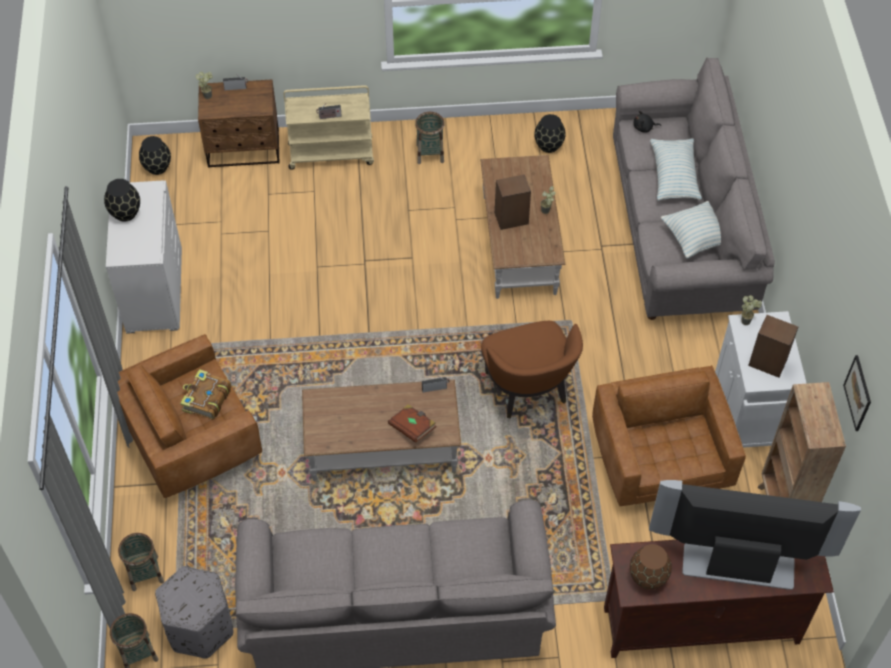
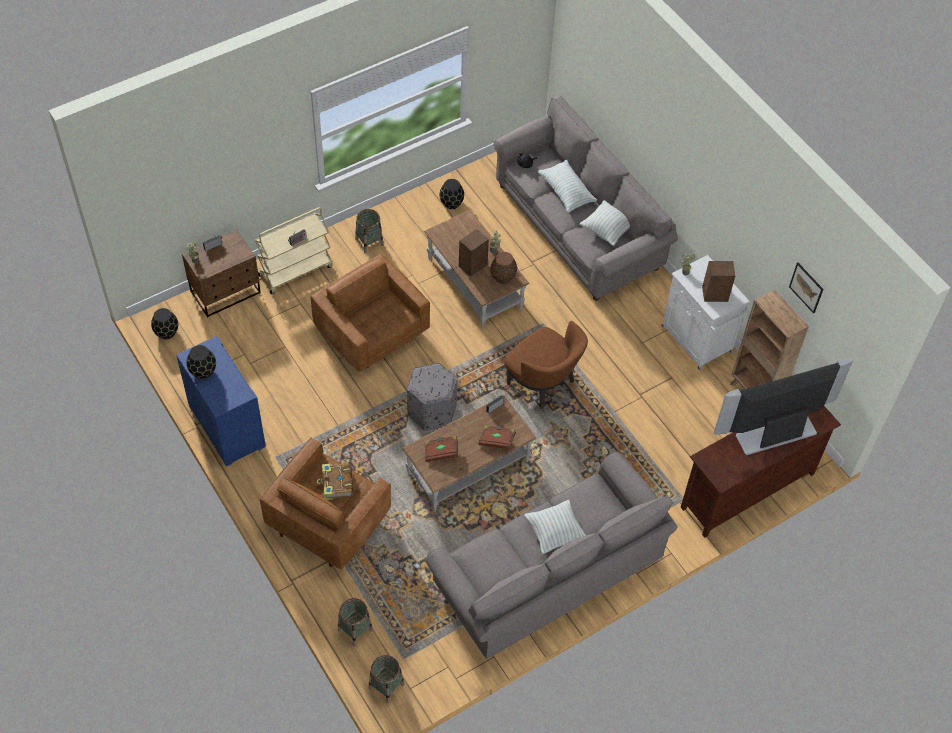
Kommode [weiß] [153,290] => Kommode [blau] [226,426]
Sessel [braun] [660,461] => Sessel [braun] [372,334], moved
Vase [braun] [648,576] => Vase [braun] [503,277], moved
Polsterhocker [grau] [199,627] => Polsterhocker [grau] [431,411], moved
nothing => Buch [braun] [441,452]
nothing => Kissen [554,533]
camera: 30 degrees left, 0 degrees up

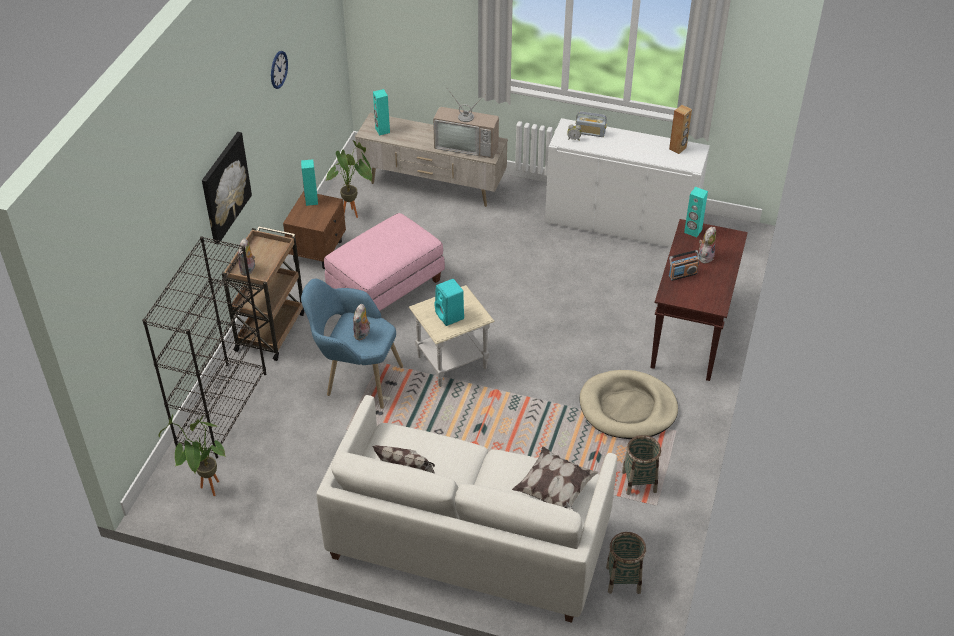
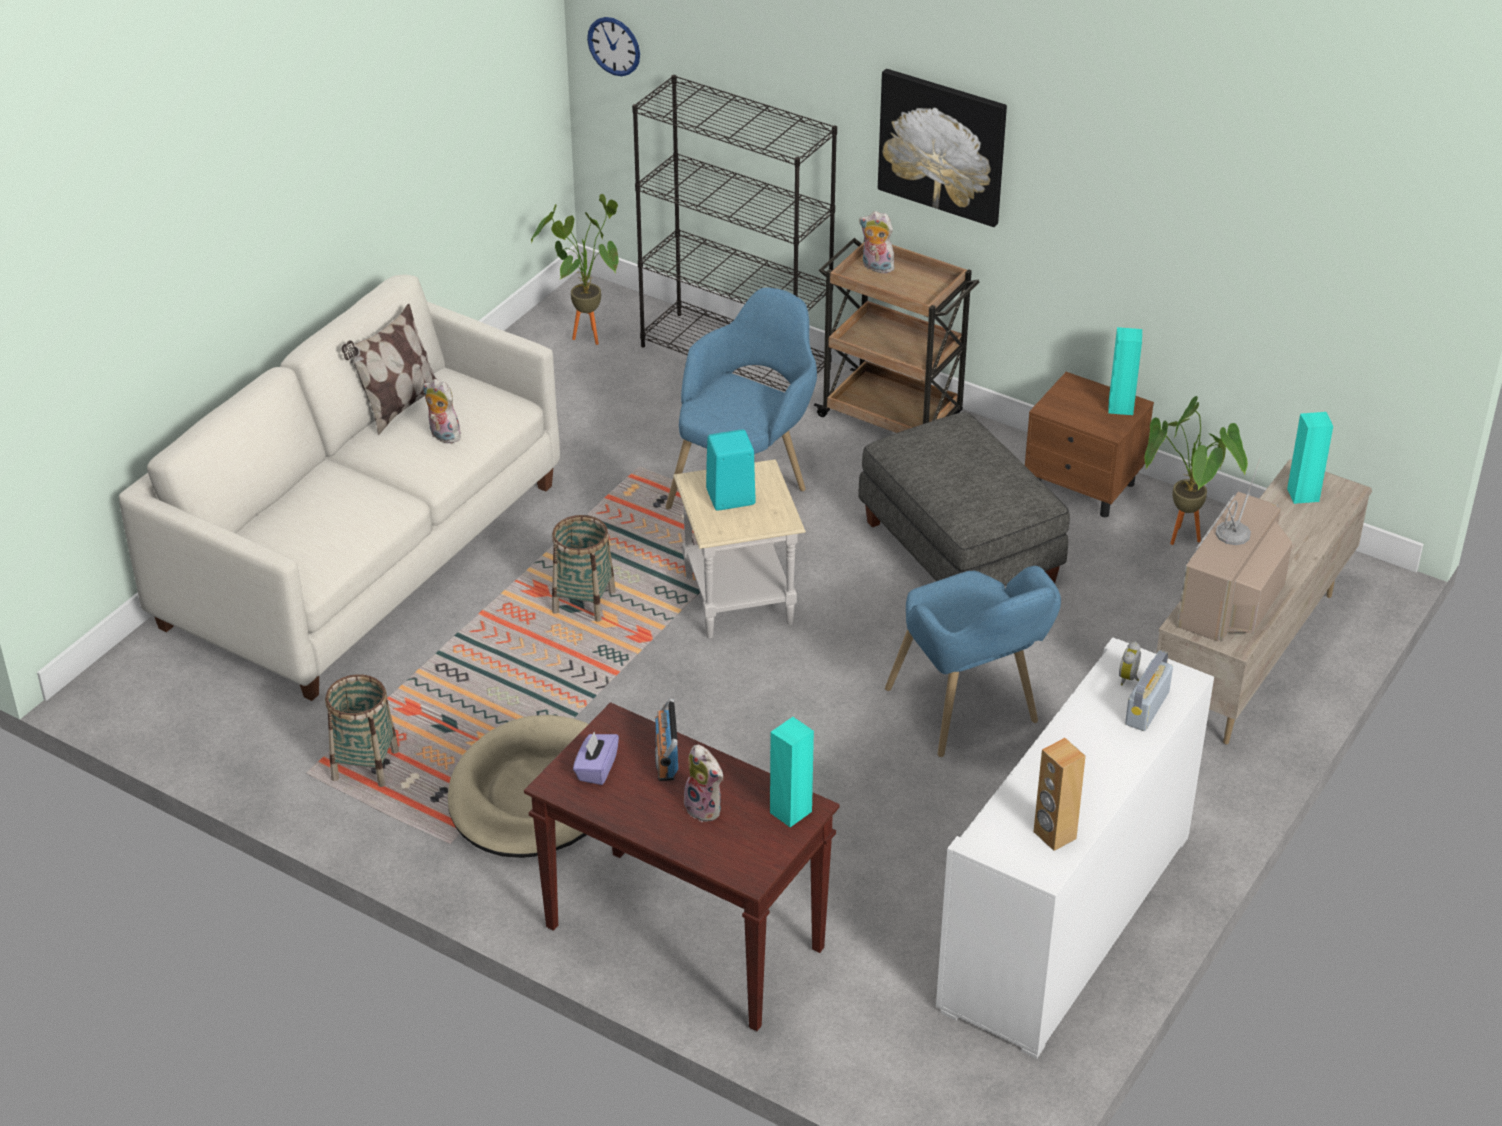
Wanduhr [278,69] => Wanduhr [614,46], moved
Polsterhocker [rosa] [386,286] => Polsterhocker [grau] [961,552]
Plüschtier [362,335] => Plüschtier [442,436], moved
Kissen [554,491] => nothing
Korb [623,579] => Korb [583,602], moved
nothing => Sessel [blau] [971,718]
nothing => Taschentuchbox [lila] [596,769]
camera: 105 degrees right, 5 degrees down

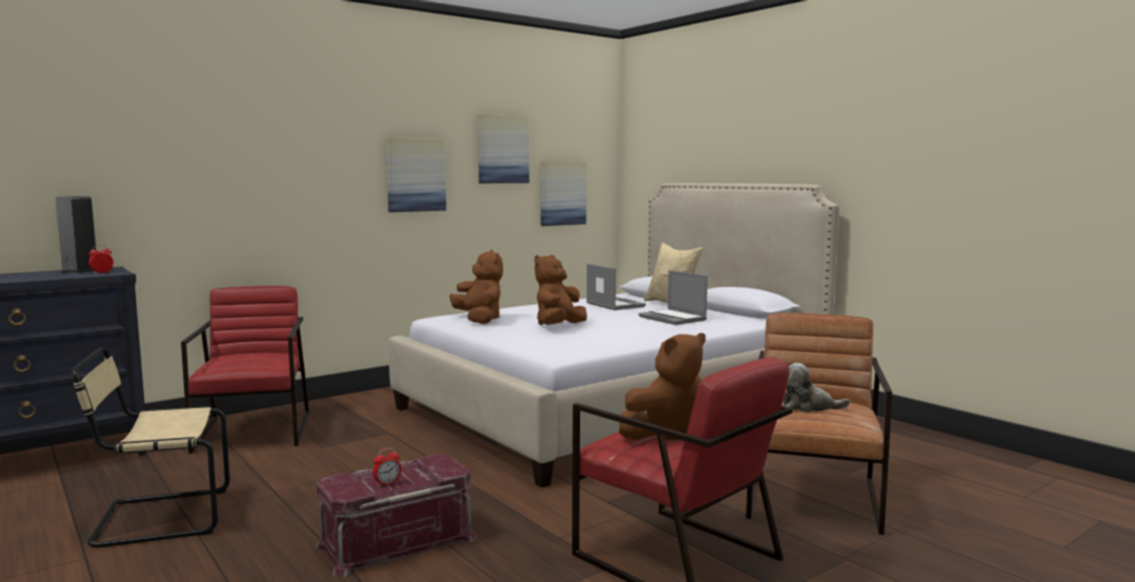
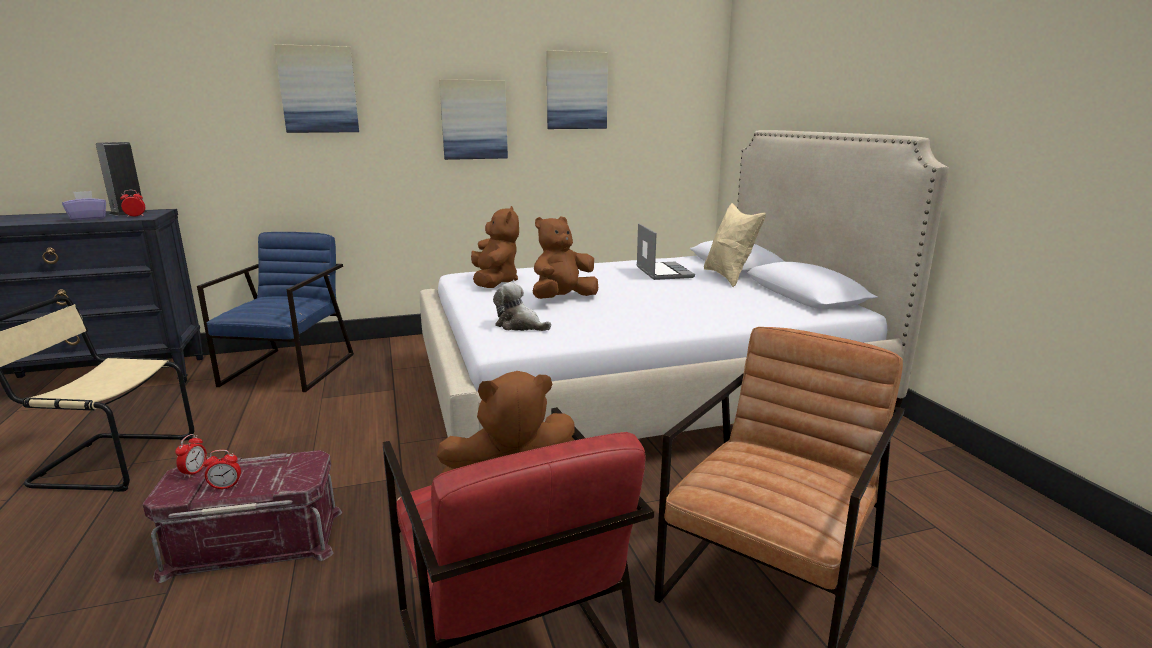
Bild [562,193] => Bild [318,90], moved
Laptop [673,318] => nothing
Sessel [rot] [254,432] => Sessel [blau] [290,369]
Plüschtier [809,407] => Plüschtier [520,326], moved
nothing => Taschentuchbox [lila] [88,218]
nothing => Wecker [194,472]
camera: 20 degrees right, 10 degrees up

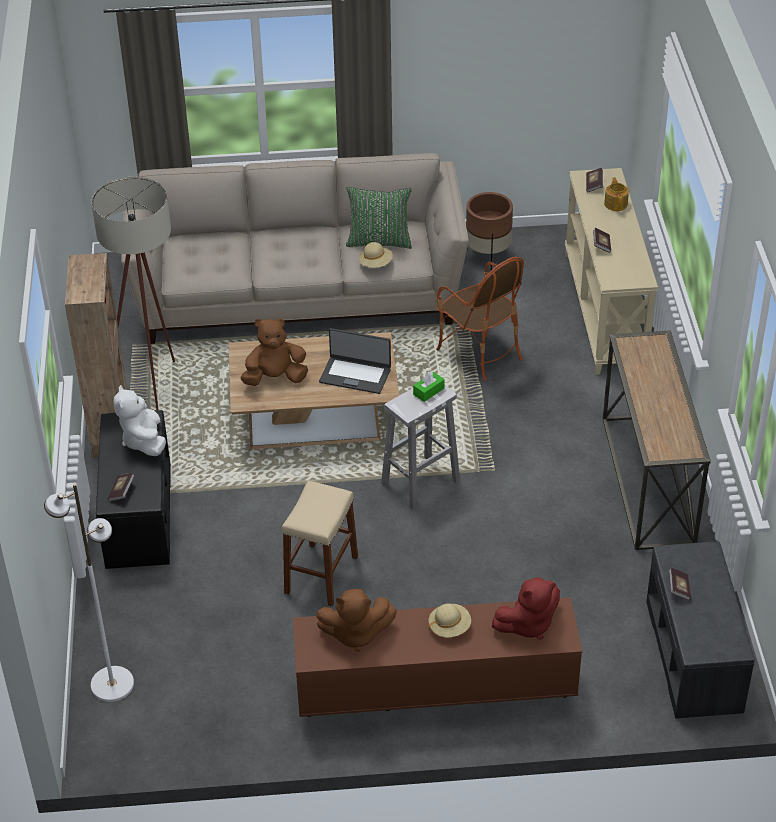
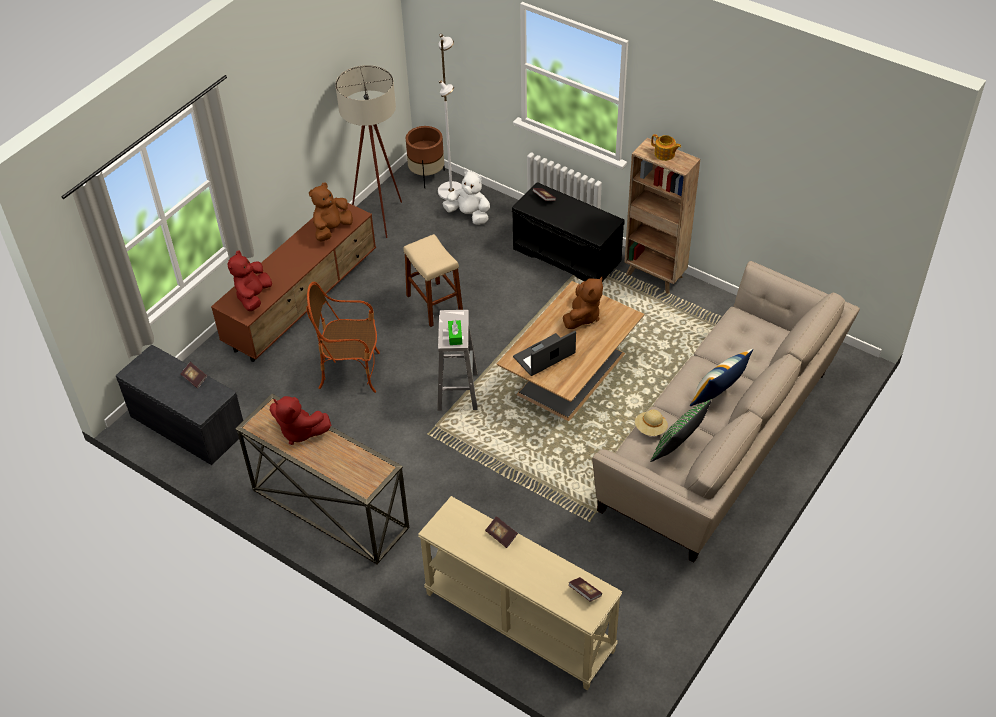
Stehlampe [beige] [153,380] => Stehlampe [beige] [381,221], moved
Teekanne [616,204] => Teekanne [665,154], moved
Pflanzkübel [braun] [488,255] => Pflanzkübel [braun] [426,176], moved
Sessel [479,352] => Sessel [351,372], moved
Plüschtier [weiß] [144,441] => Plüschtier [weiß] [469,215], moved
Hut [beige] [449,627] => nothing
nothing => Kissen [717,396]
nothing => Plüschtier [rot] [299,431]
camera: 130 degrees right, 5 degrees up

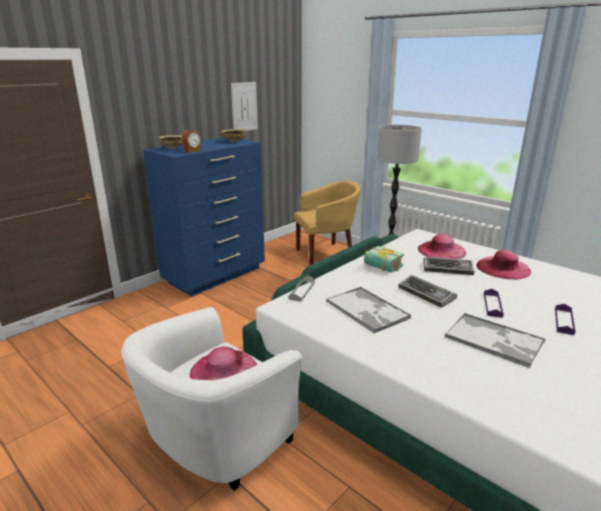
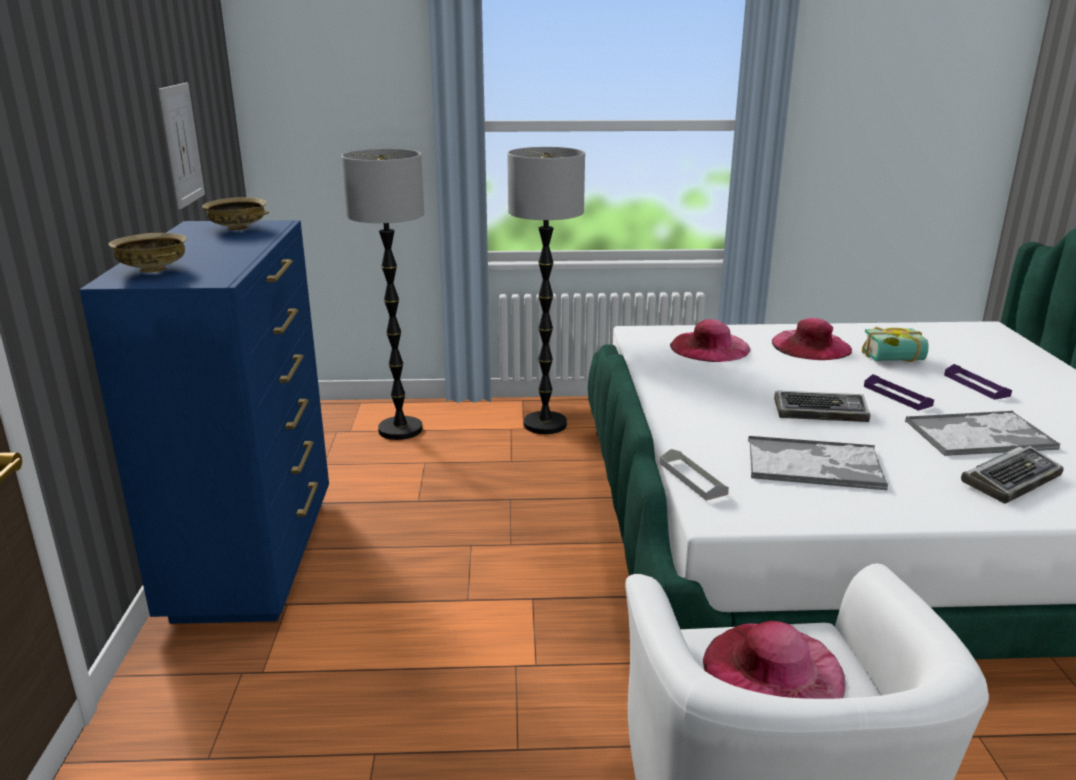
Wecker [192,151] => nothing
Sessel [gelb] [326,254] => Stehlampe [400,430]
Buch [380,268] => Buch [895,360], moved
Tastatur [448,269] => Tastatur [1011,480], moved
camera: 45 degrees left, 0 degrees up

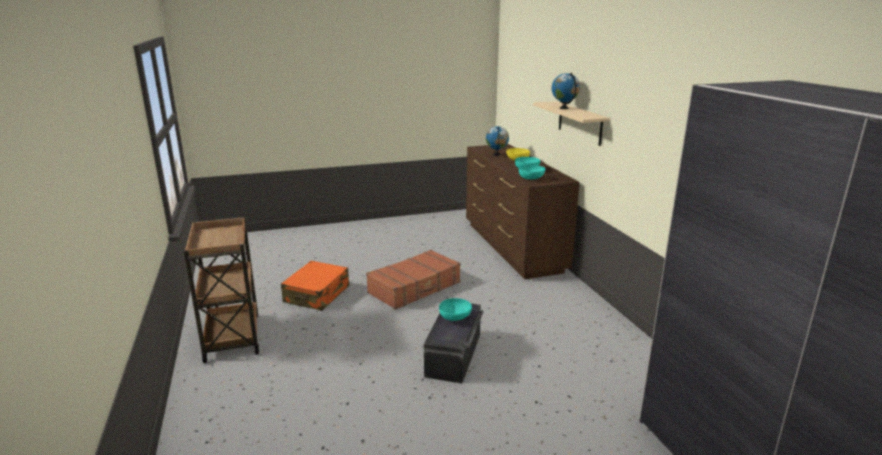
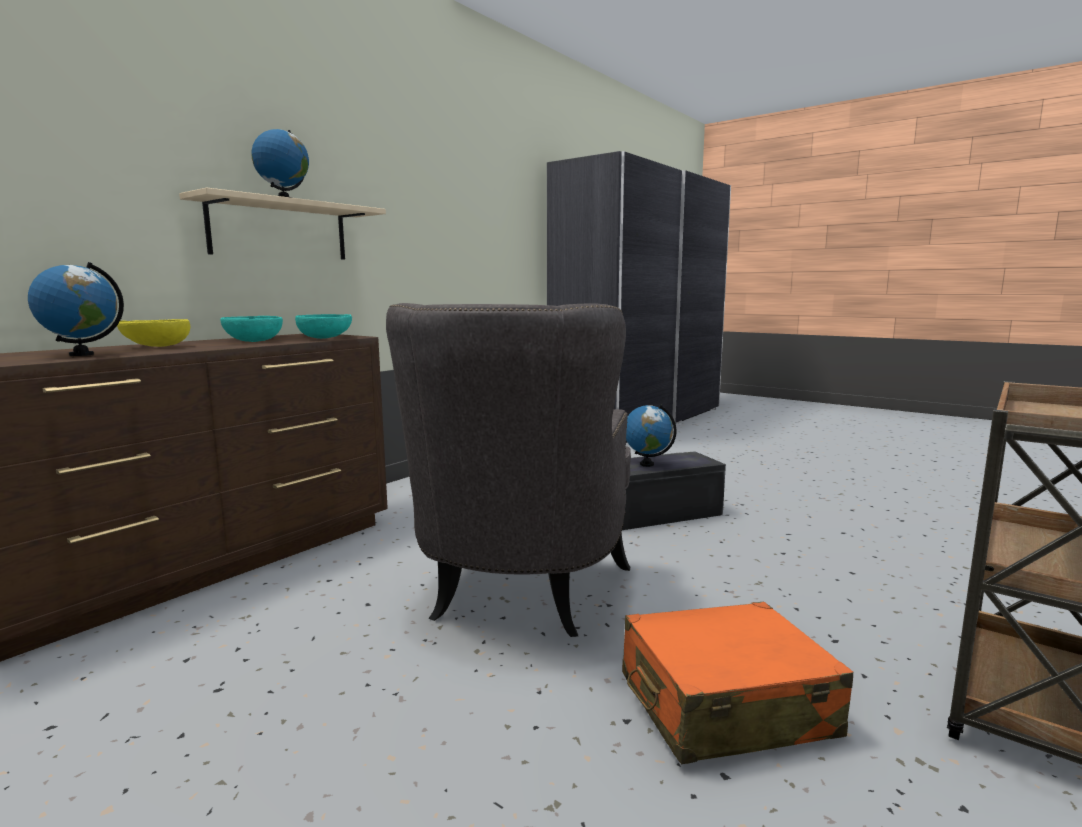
Koffer [braun] [415,288] => Sessel [grau] [518,596]
Schüssel [türkis] [455,318] => Globus [647,464]
camera: 125 degrees left, 10 degrees down

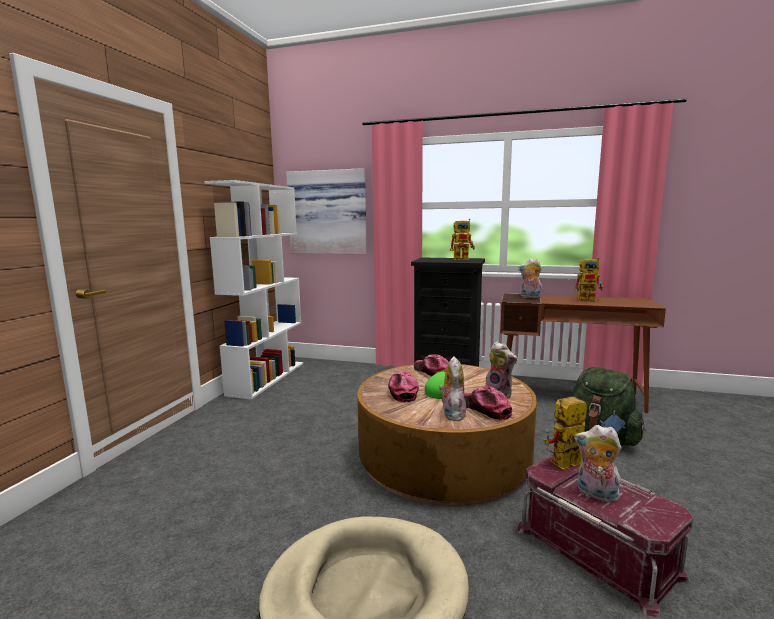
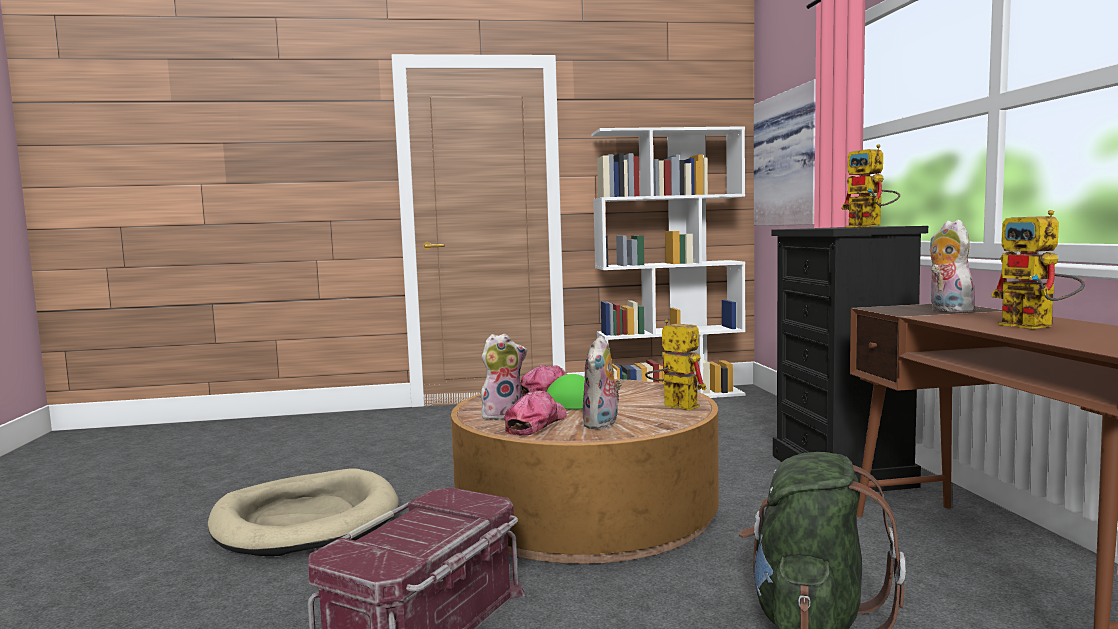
Kappe [432,372] => nothing
Spielzeugroboter [563,466] => Spielzeugroboter [673,406], moved
Plüschtier [595,494] => nothing
camera: 65 degrees right, 5 degrees down

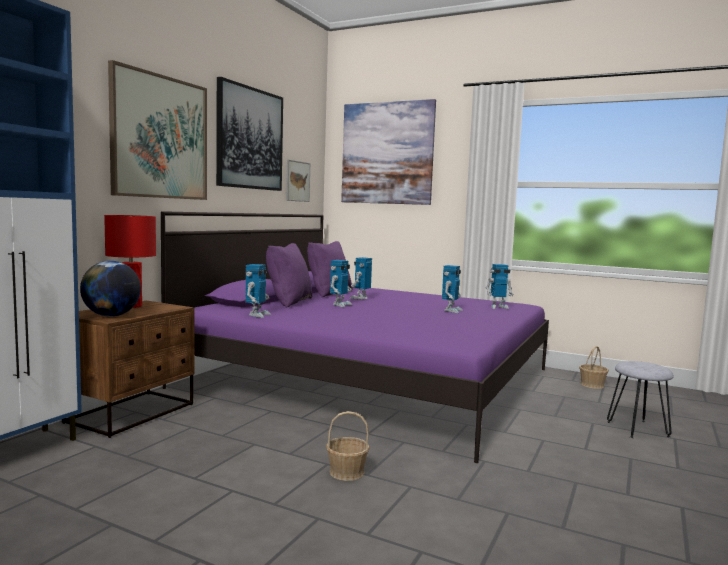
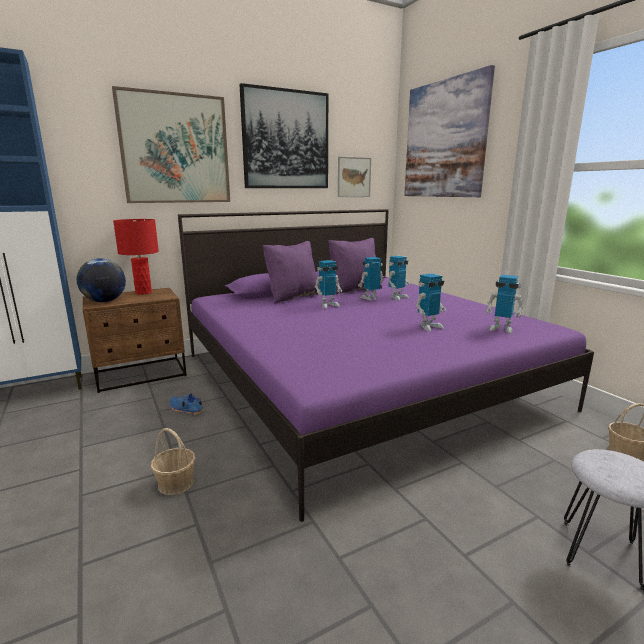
Spielzeugroboter [257,315] => Spielzeugroboter [397,297], moved
nothing => Schuh [blau] [186,410]
camera: 35 degrees right, 10 degrees up

